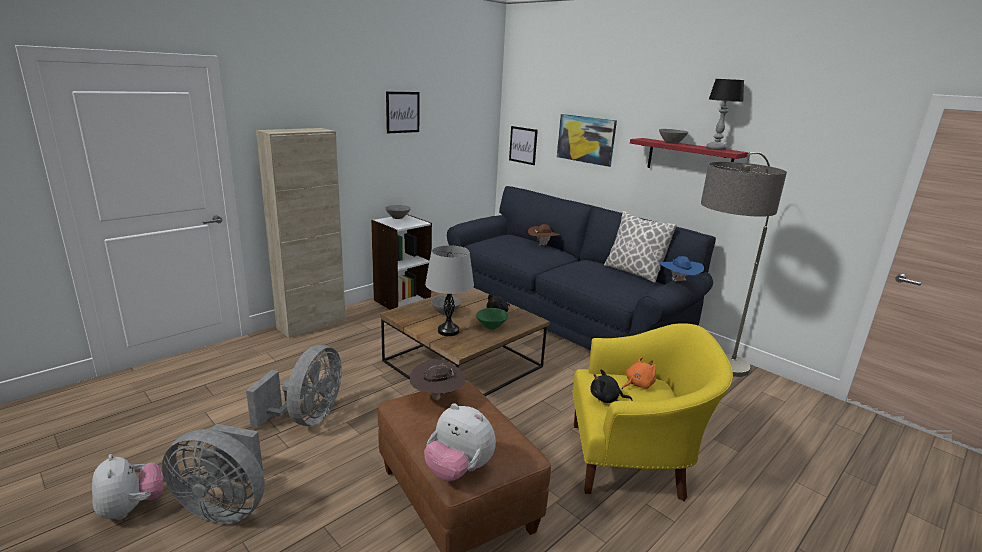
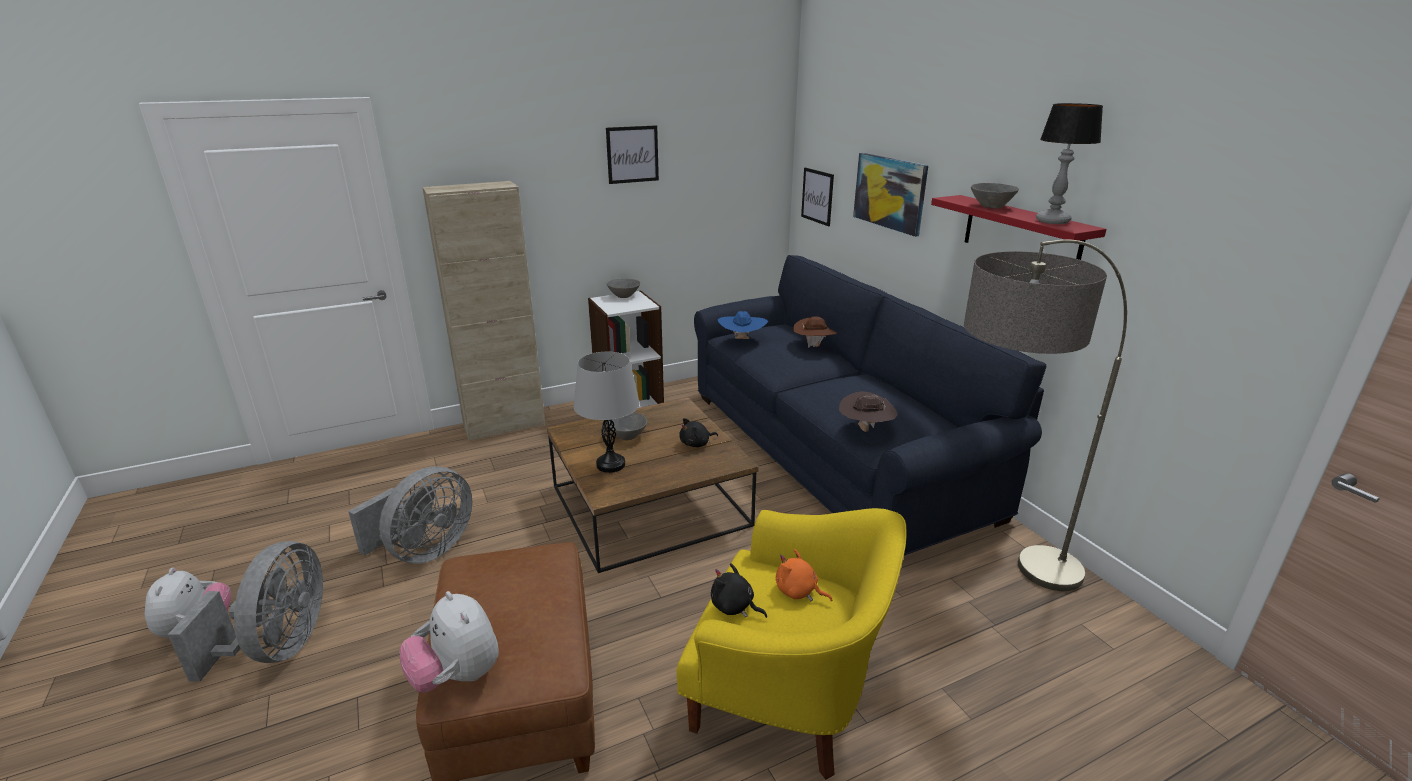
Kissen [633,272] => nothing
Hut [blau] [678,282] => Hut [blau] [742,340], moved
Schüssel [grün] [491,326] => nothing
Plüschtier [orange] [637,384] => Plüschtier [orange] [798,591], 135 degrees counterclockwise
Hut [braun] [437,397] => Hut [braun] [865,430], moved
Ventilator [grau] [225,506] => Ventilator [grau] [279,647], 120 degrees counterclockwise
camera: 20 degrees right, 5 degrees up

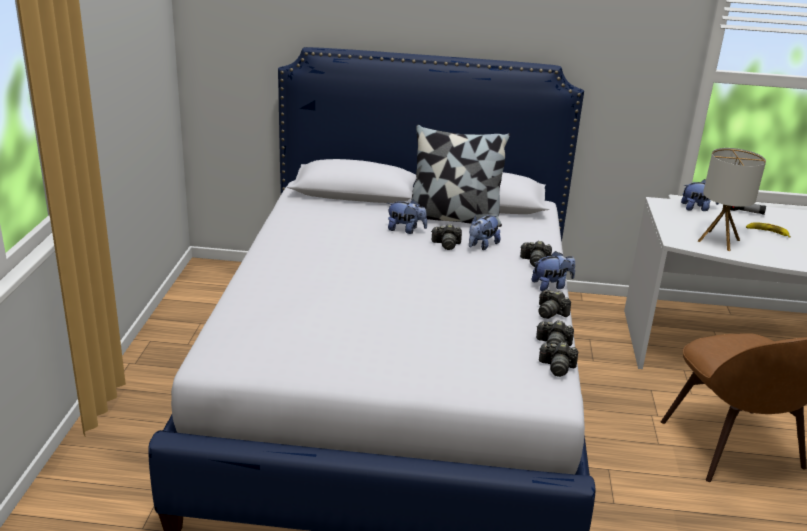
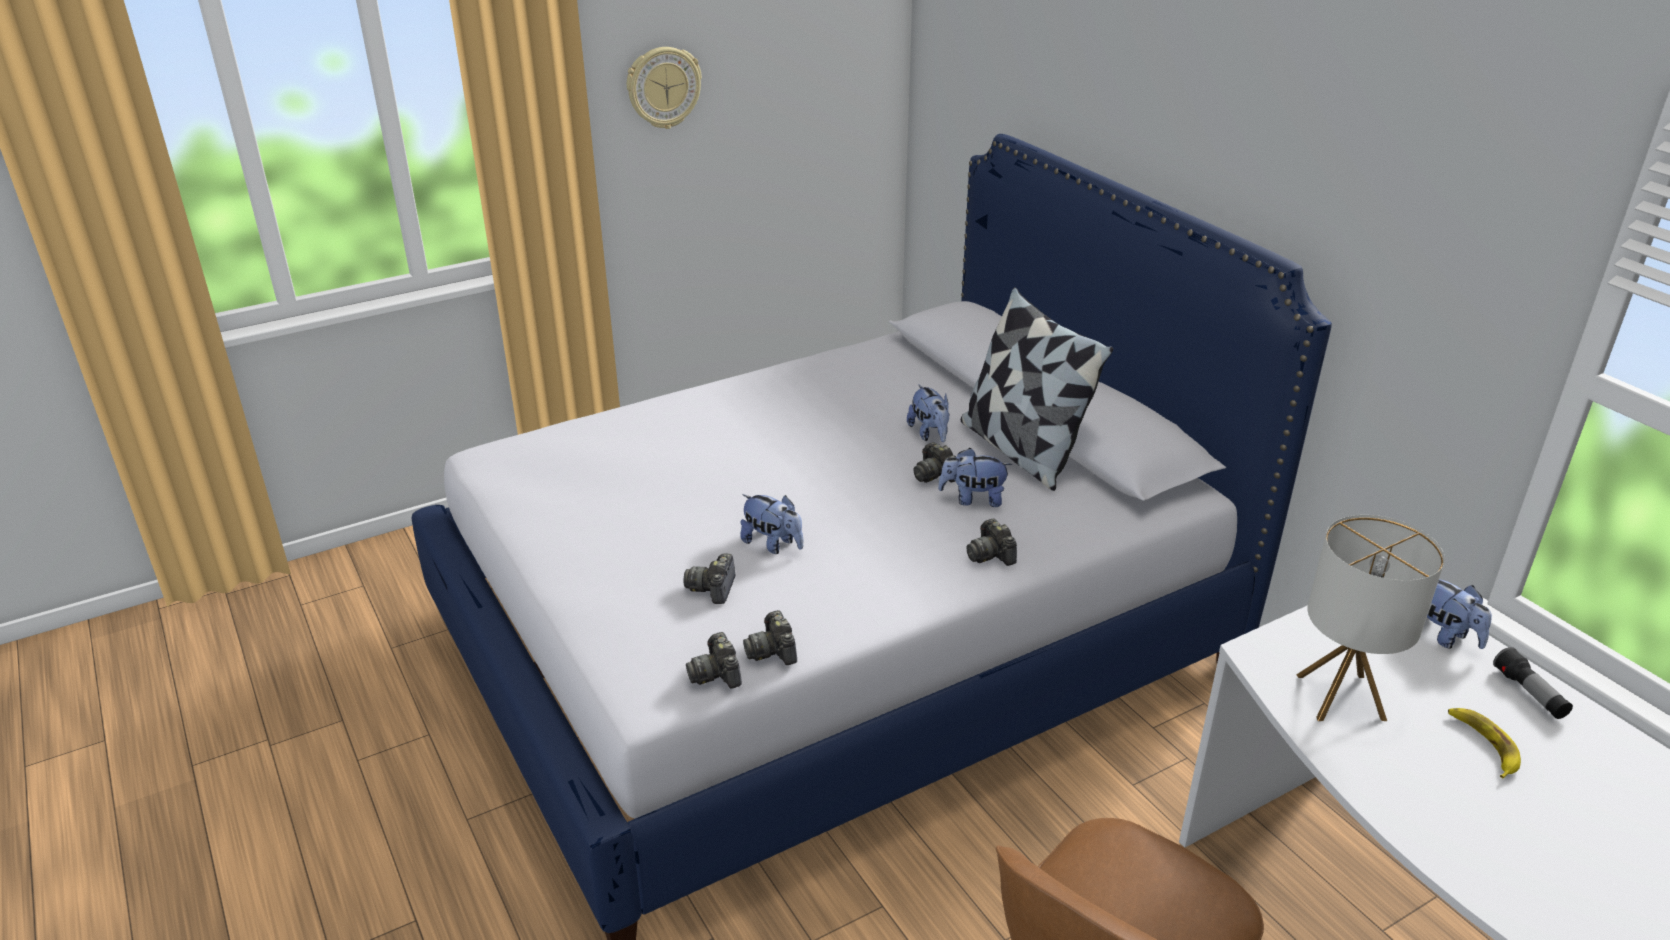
Plüschtier [551,286] => Plüschtier [773,544], moved
Kamera [551,313] => Kamera [713,588], moved
nothing => Wanduhr [663,87]
camera: 55 degrees right, 5 degrees up

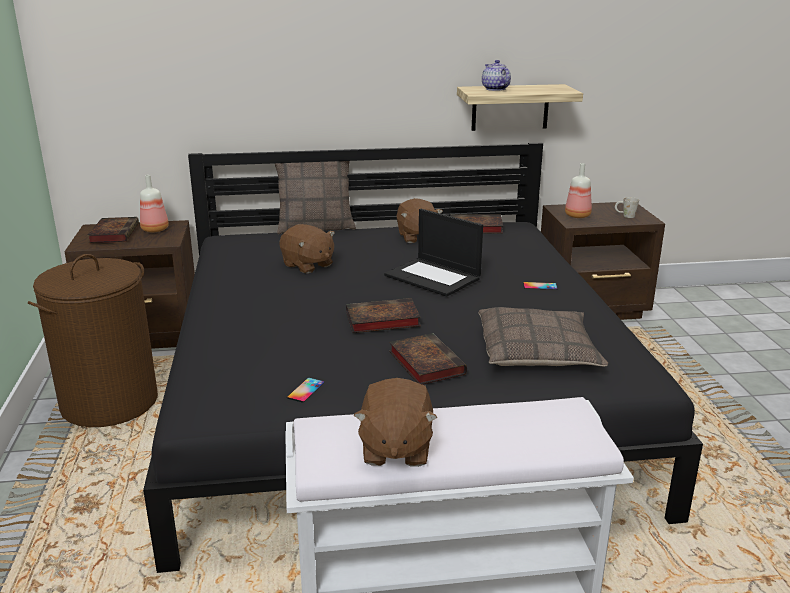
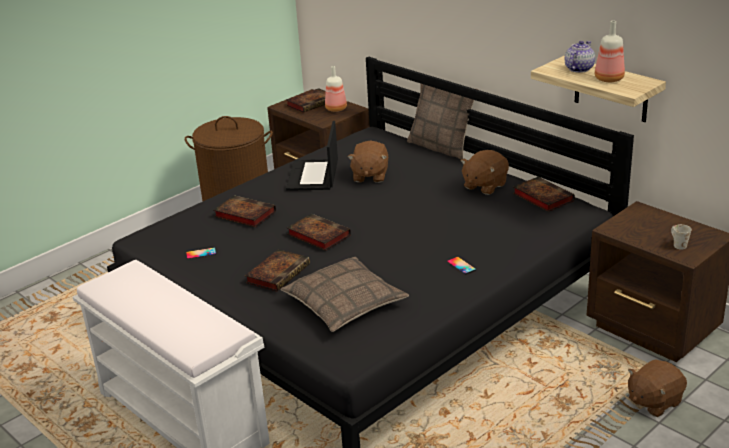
Flasche [578,216] => Flasche [609,79], moved
Laptop [434,277] => Laptop [313,176], moved
Plüschtier [braun] [395,449] => Plüschtier [braun] [654,401], moved
nothing => Buch [243,214]
camera: 55 degrees right, 5 degrees up

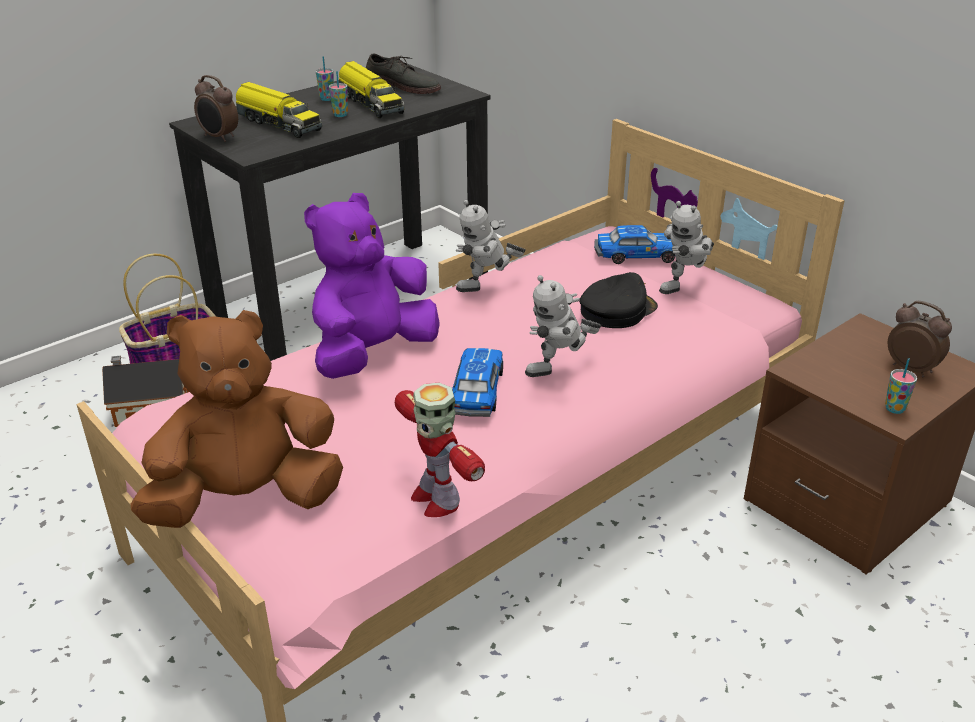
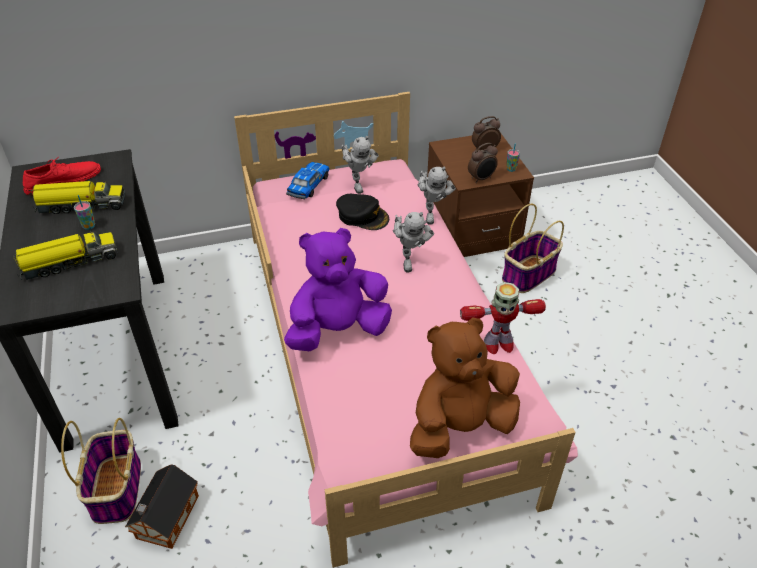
Schuh [grau] [403,86] => Schuh [rot] [63,181]
Tasse [327,99] => nothing
Wecker [219,137] => Wecker [481,179], moved
Plüschtier [lila] [372,354] => Plüschtier [lila] [338,330], 90 degrees clockwise
Spielzeugroboter [488,289] => Spielzeugroboter [432,213], moved
Kappe [schwarz] [617,310] => Kappe [schwarz] [363,216], 135 degrees clockwise
Plüschtier [braun] [247,500] => Plüschtier [braun] [460,426], 60 degrees clockwise
Spielzeugauto [477,392] => nothing
nothing => Korb [529,274]
camera: 65 degrees left, 10 degrees up

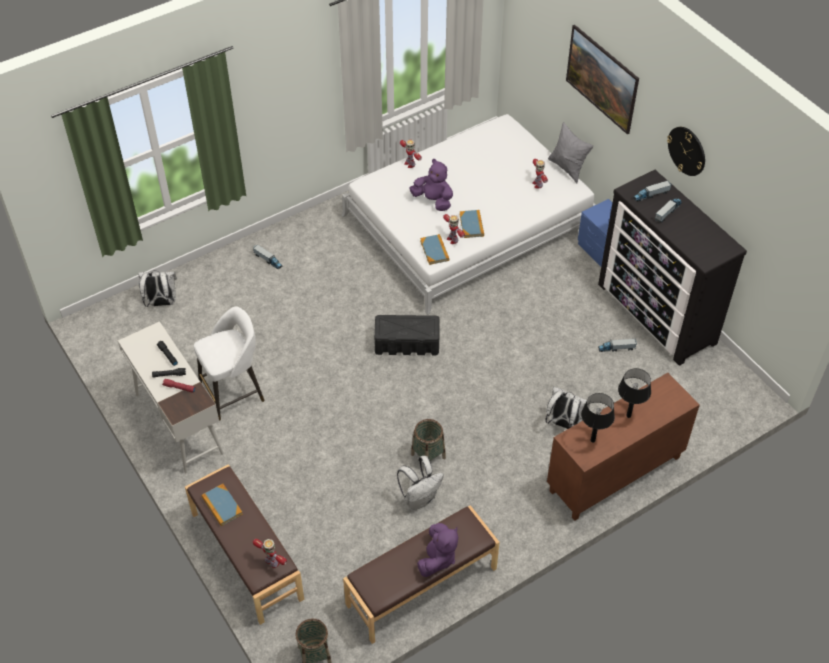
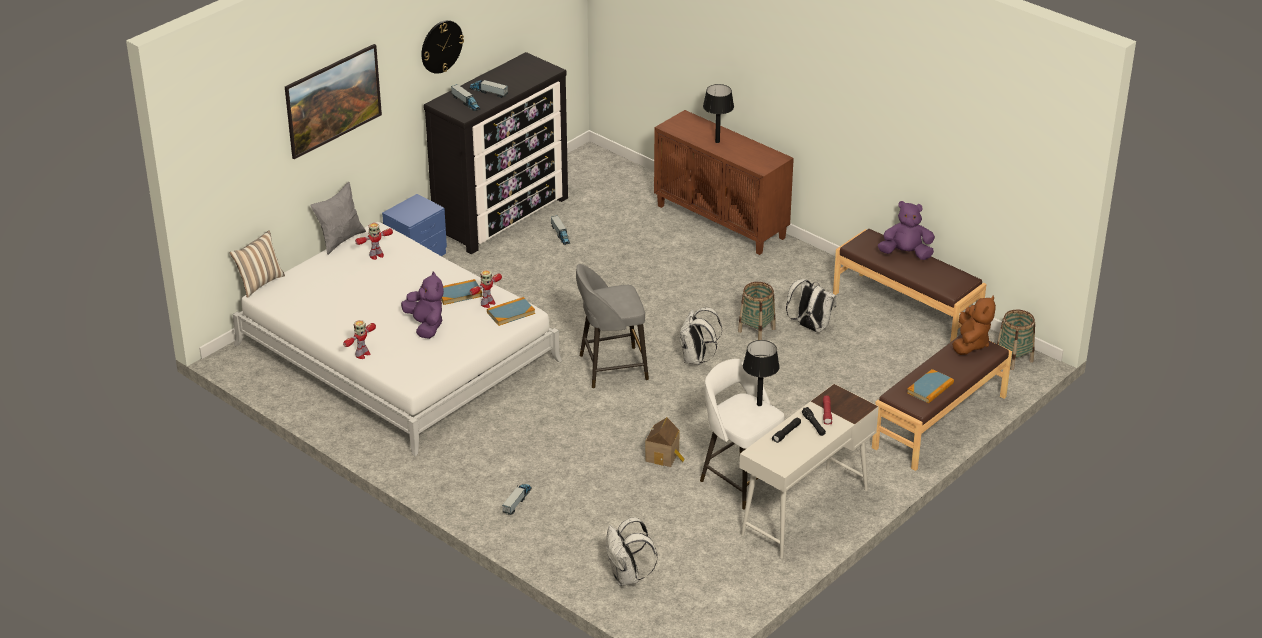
Plüschtier [lila] [433,200] => Plüschtier [lila] [426,326], 135 degrees clockwise
Aufbewahrungsbox [schwarz] [407,343] => Hocker [grau] [611,367]
Rucksack [weiß] [564,424] => Rucksack [weiß] [696,359], moved
Tischlampe [schwarz] [593,440] => Tischlampe [schwarz] [759,404], moved
Spielzeugroboter [272,562] => Plüschtier [braun] [970,344]
nothing => Kissen [259,283]
nothing => Spielzeughaus [664,456]
camera: 105 degrees left, 15 degrees down

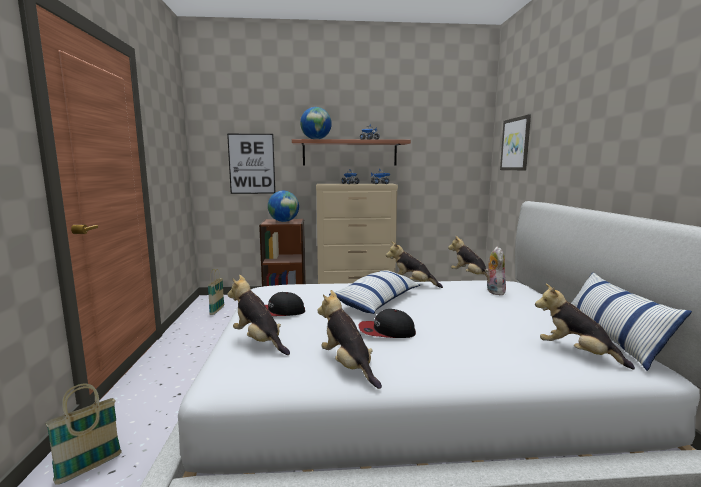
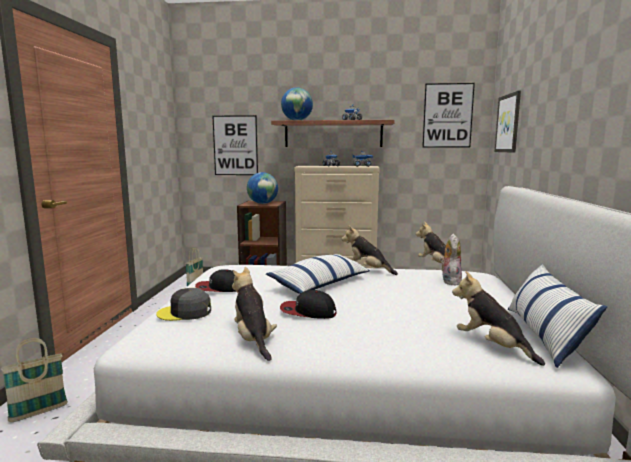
Plüschtier [259,341] => Kappe [grau] [185,312]
nothing => Bild [447,115]
camera: 10 degrees right, 0 degrees up

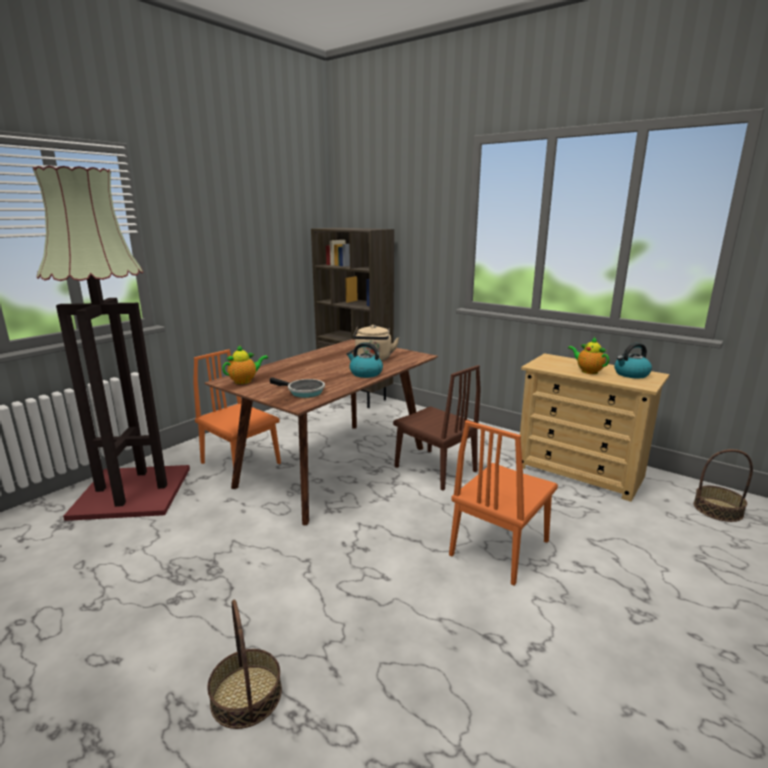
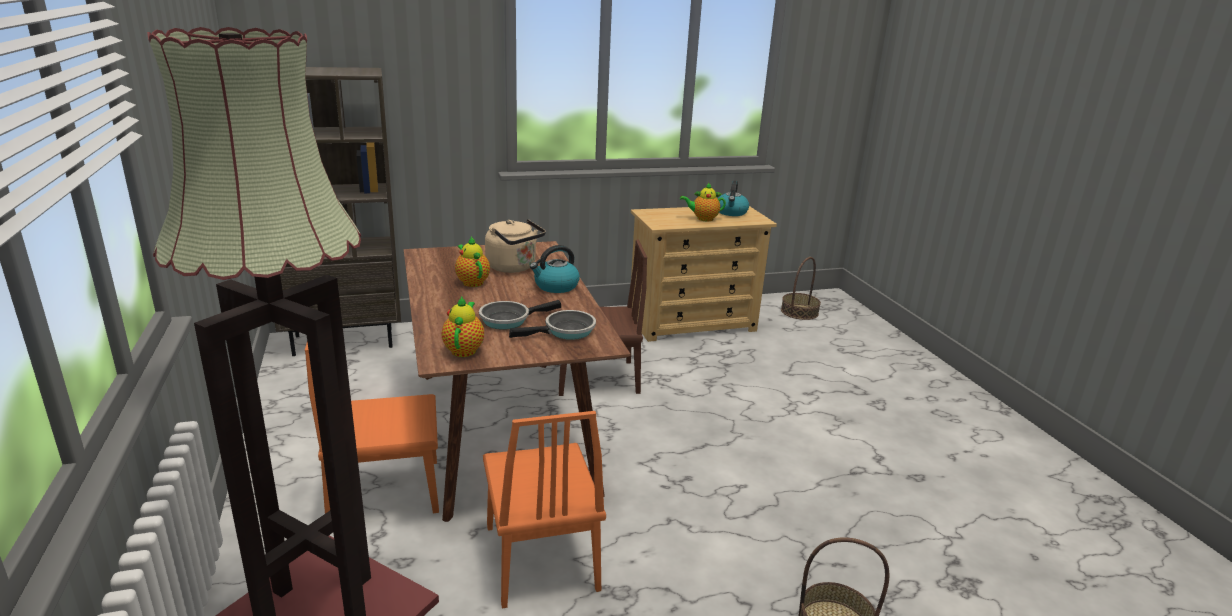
Stuhl [orange] [499,547] => Stuhl [orange] [541,557], moved
nothing => Teekanne [472,282]
nothing => Pfanne [508,319]
camera: 55 degrees left, 5 degrees up

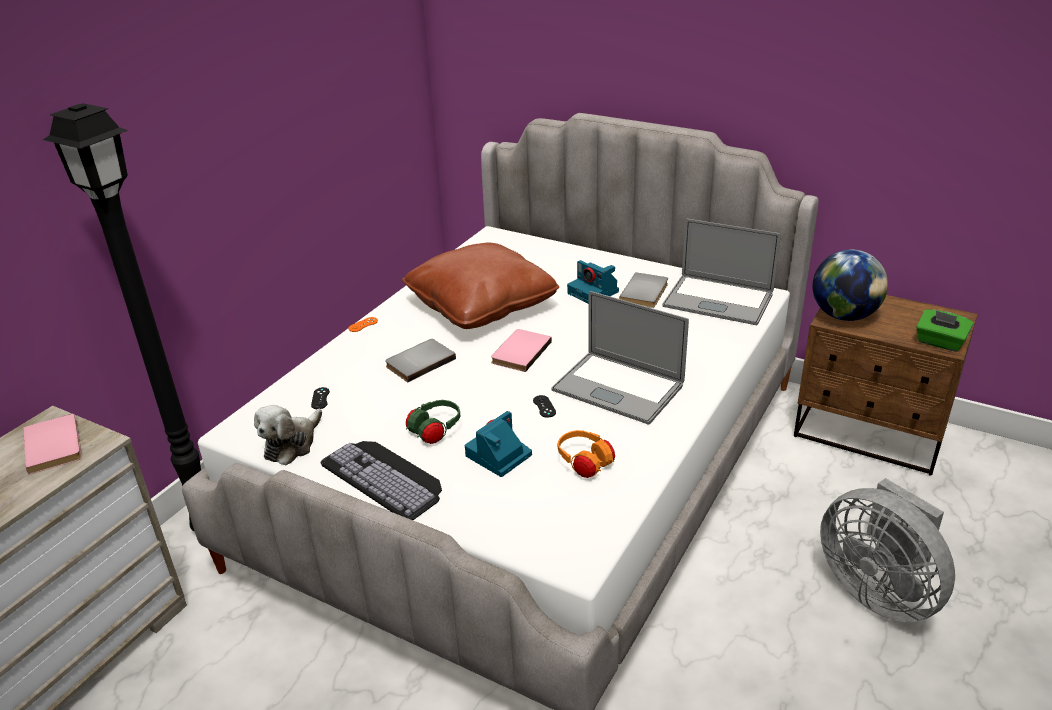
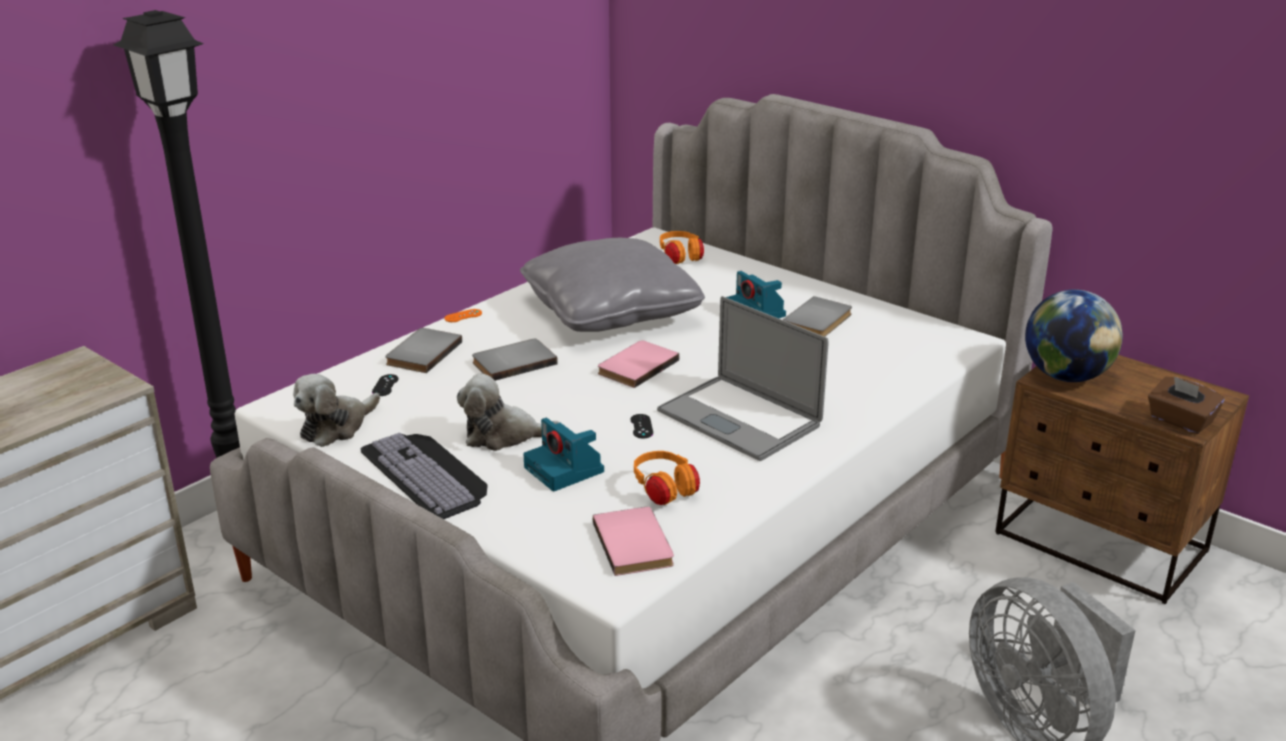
Laptop [718,300] => nothing
Kissen [braun] [481,305] => Kissen [grau] [611,311]
Taschentuchbox [grün] [940,342] => Taschentuchbox [braun] [1180,421]
Kopfhörer [grün] [435,431] => Plüschtier [503,435]
Kamera [498,456] => Kamera [565,470], 90 degrees counterclockwise
Buch [rosa] [56,445] => Buch [rosa] [636,544], moved
nothing => Kopfhörer [orange] [680,258]
nothing => Buch [grau] [421,353]
camera: 10 degrees right, 5 degrees down

